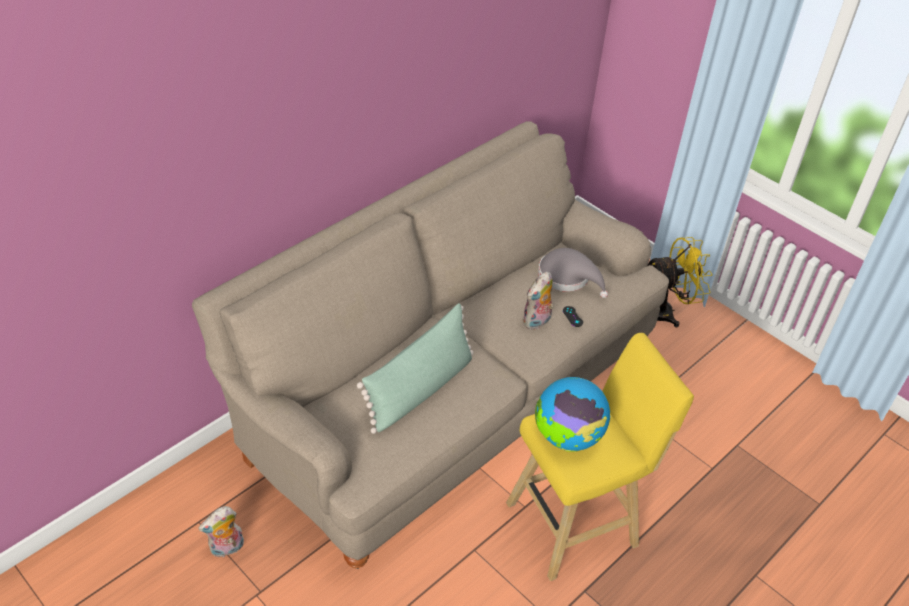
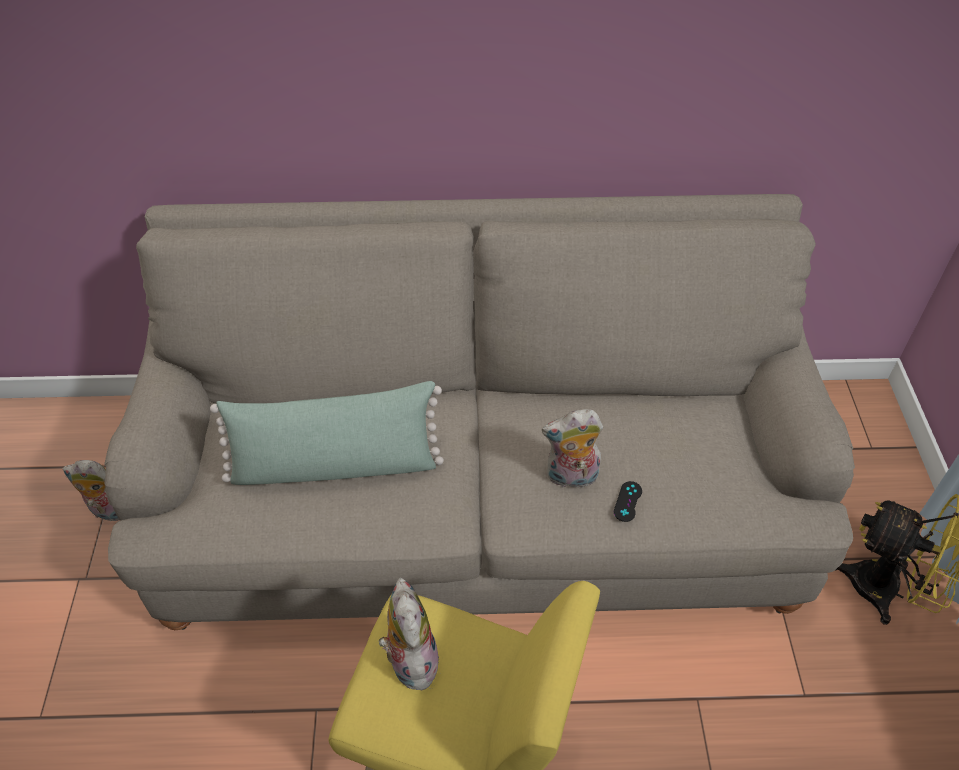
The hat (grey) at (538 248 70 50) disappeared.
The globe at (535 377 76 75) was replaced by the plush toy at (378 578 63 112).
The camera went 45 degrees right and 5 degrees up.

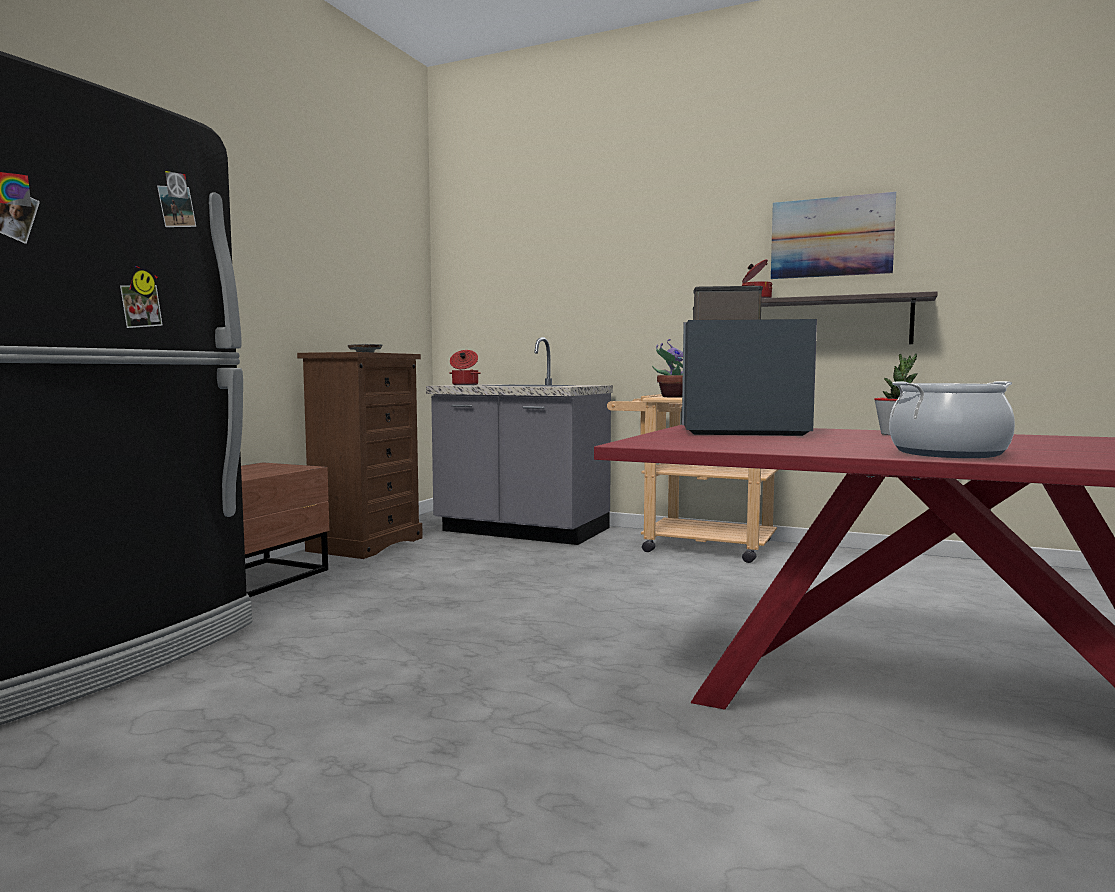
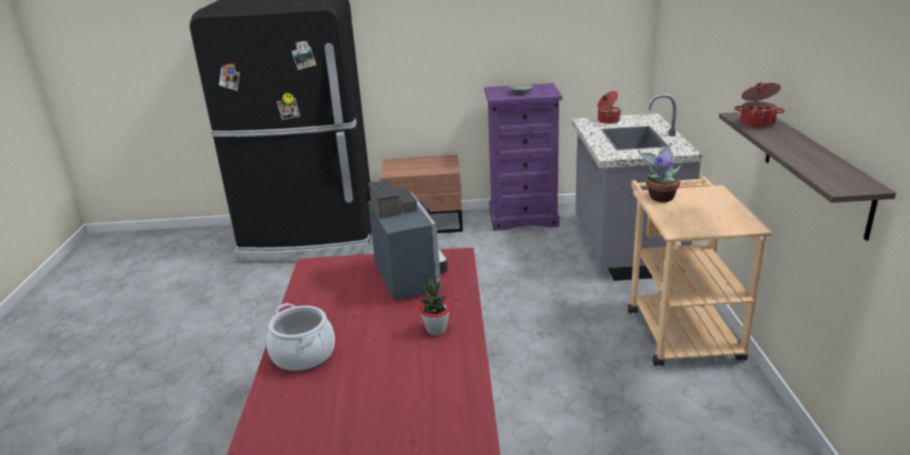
The picture at (771 192 125 87) disappeared.
The dresser (brown) at (297 352 126 207) became the dresser (purple) at (484 83 78 148).
The camera went 65 degrees right and 20 degrees up.

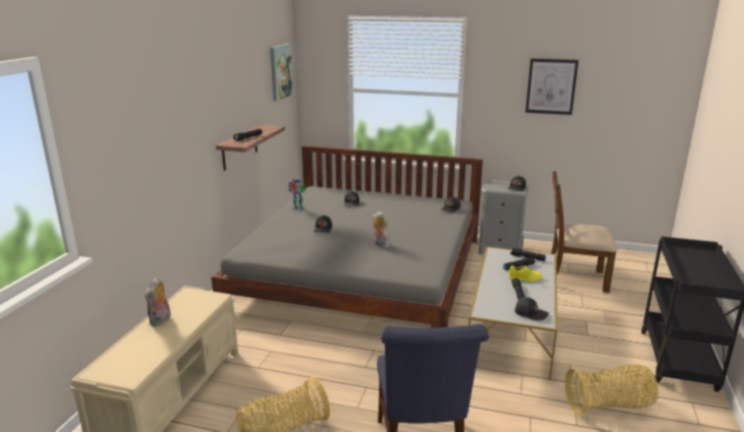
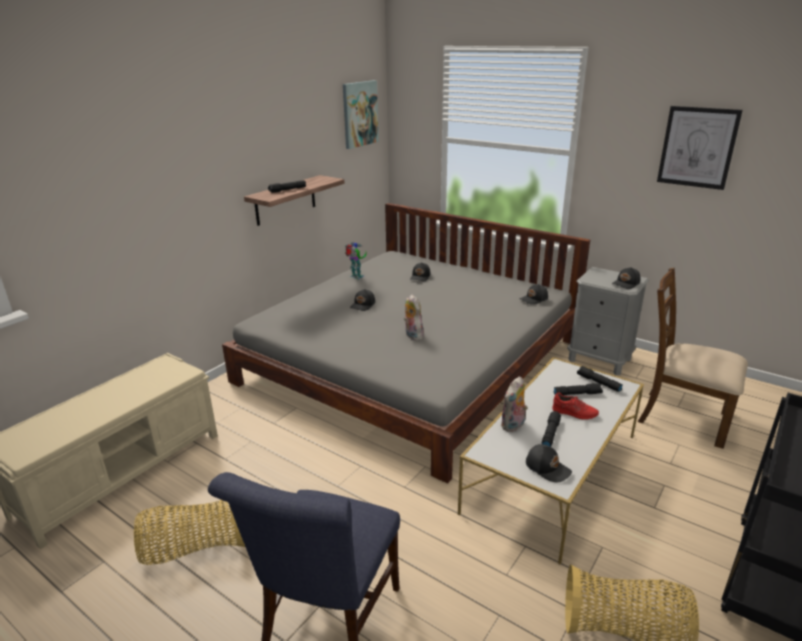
The shoe (yellow) at (509 265 33 17) became the shoe (red) at (552 392 47 28).
The plush toy moved from (144 277 27 49) to (501 376 27 56).
The camera went 20 degrees right and 5 degrees up.

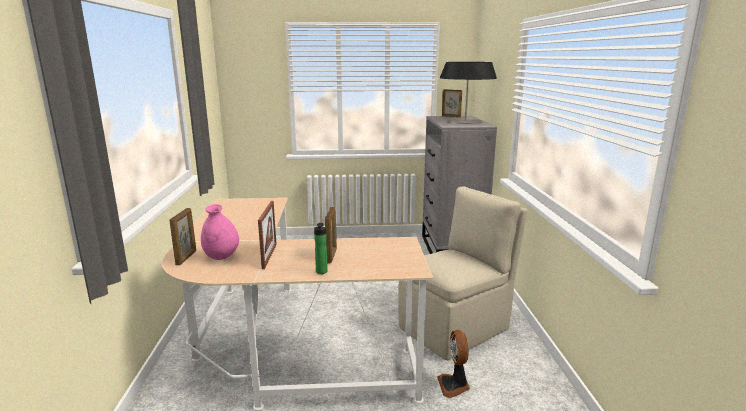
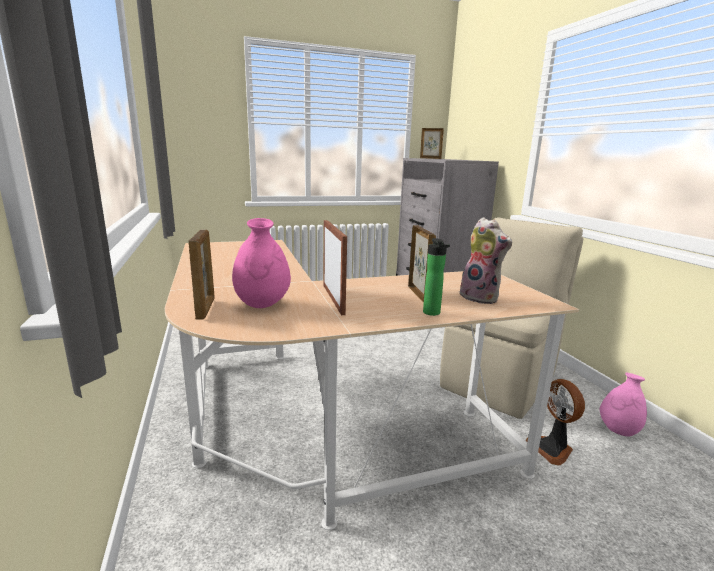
The table lamp at (440 62 57 62) disappeared.
The plush toy at (460 217 52 87) appeared.
The vase (pink) at (600 373 47 64) appeared.
The camera went 15 degrees left and 0 degrees up.

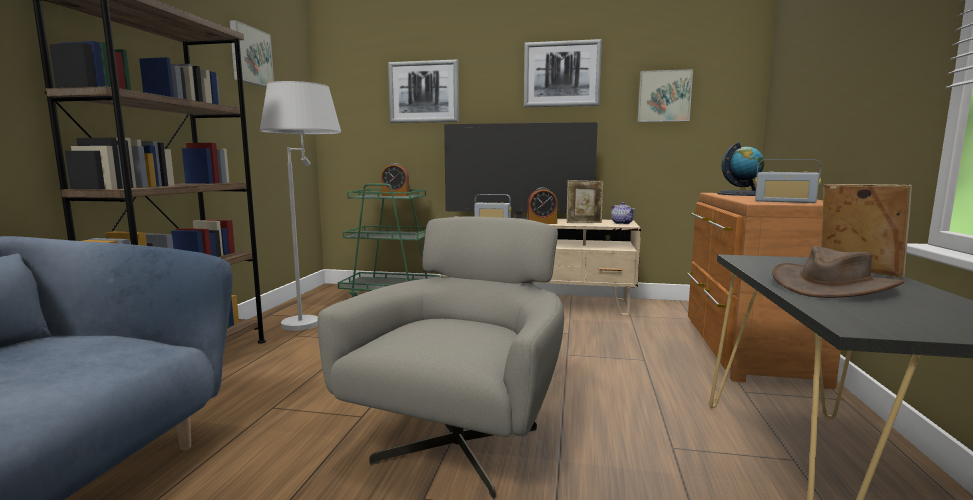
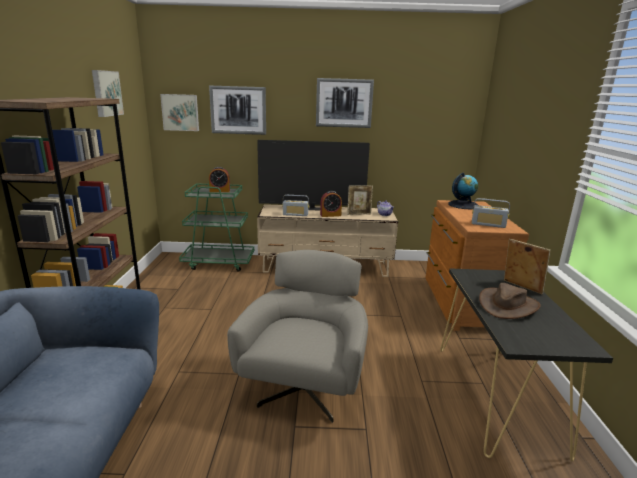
The picture moved from (637 69 56 53) to (160 94 39 37).
The floor lamp (white) at (260 81 81 250) disappeared.
The camera went 10 degrees left and 10 degrees up.

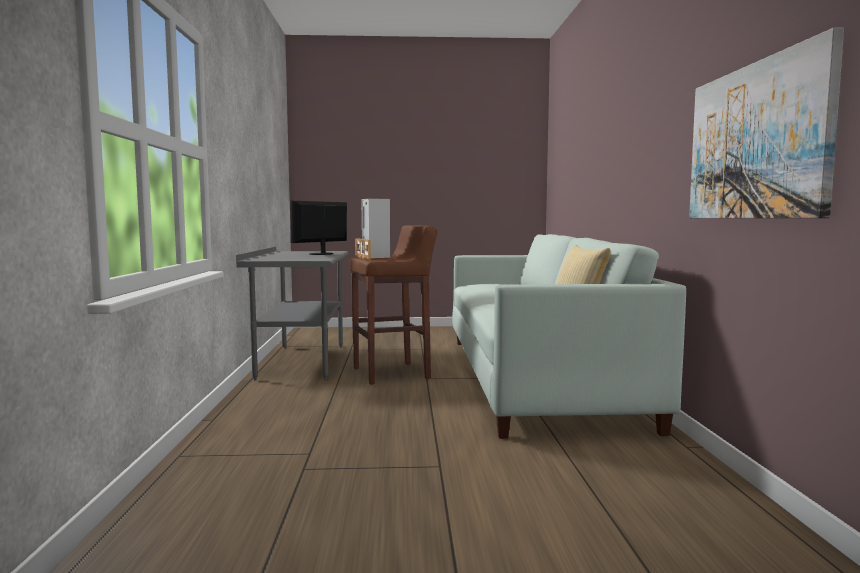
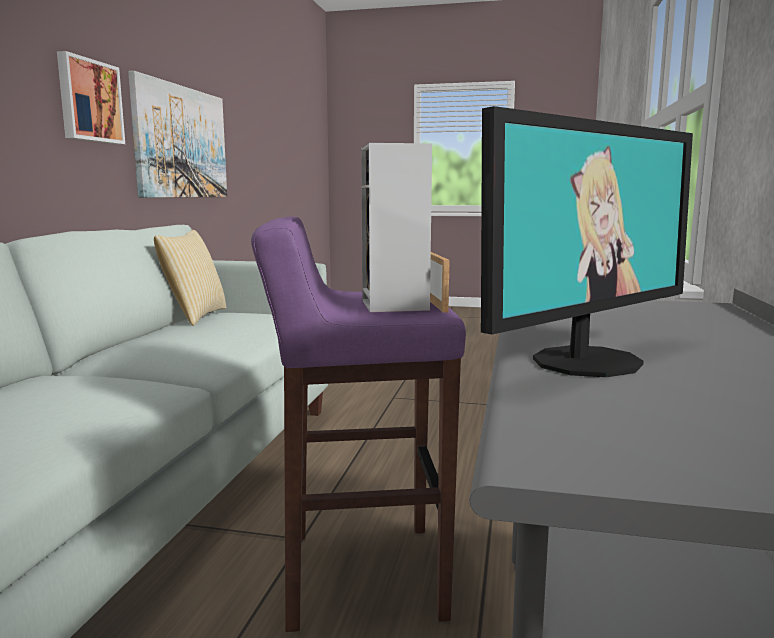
The stool (brown) at (349 225 88 160) became the stool (purple) at (251 217 215 415).
The picture at (57 51 68 93) appeared.
The camera went 165 degrees left and 5 degrees up.

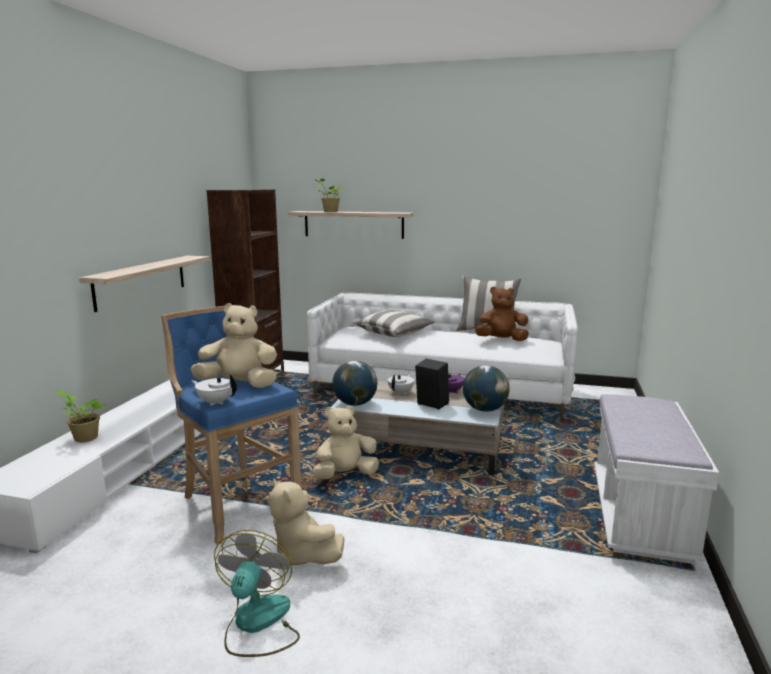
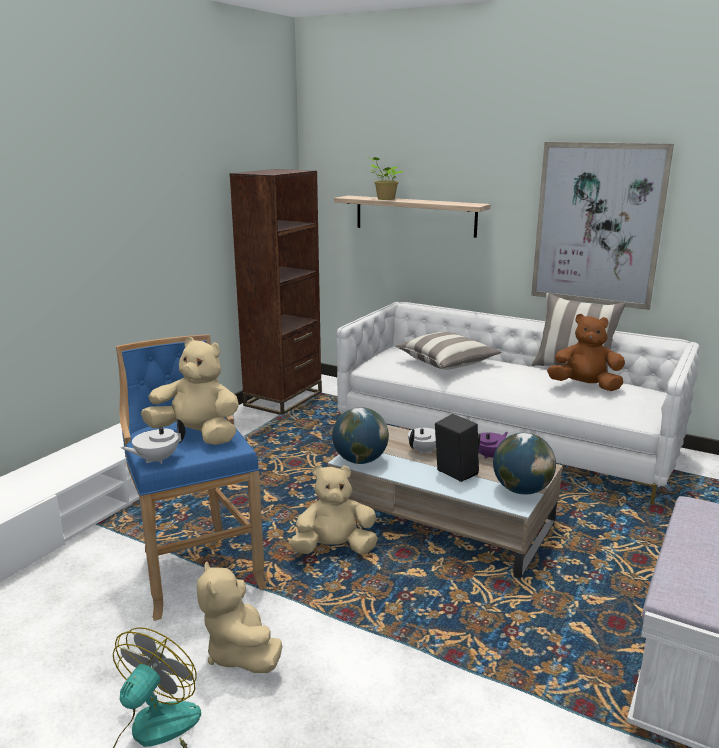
The shelf at (79 256 131 56) disappeared.
The teapot (white) at (191 374 46 32) turned 75 degrees counterclockwise.
The potted plant at (56 390 50 52) disappeared.
The picture at (531 142 143 168) appeared.
The camera went 15 degrees right and 5 degrees up.

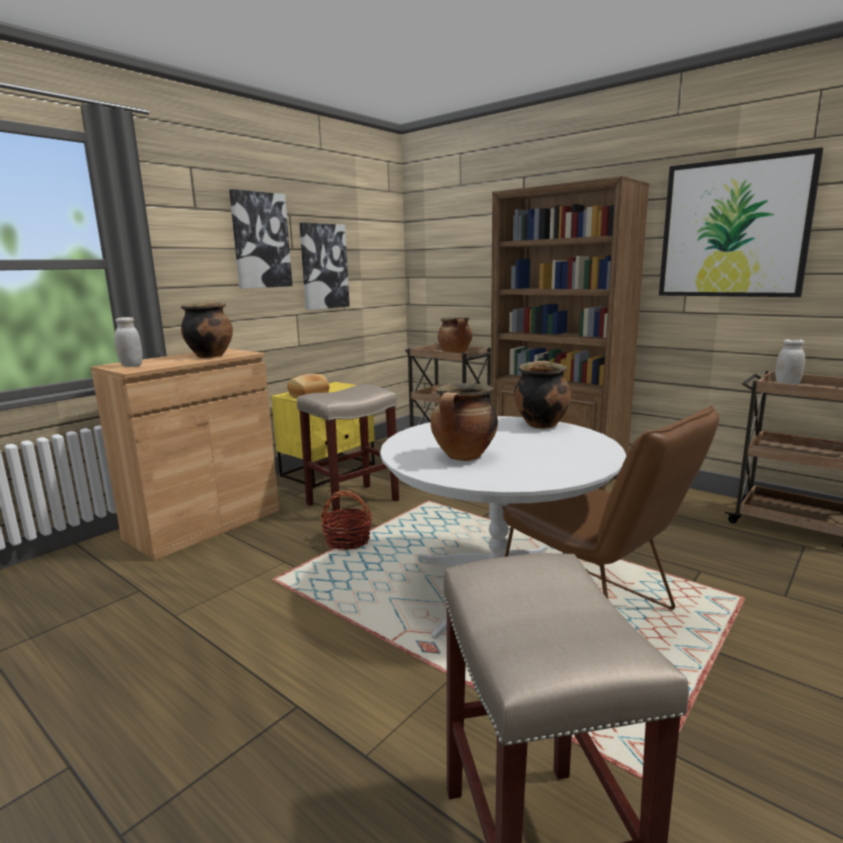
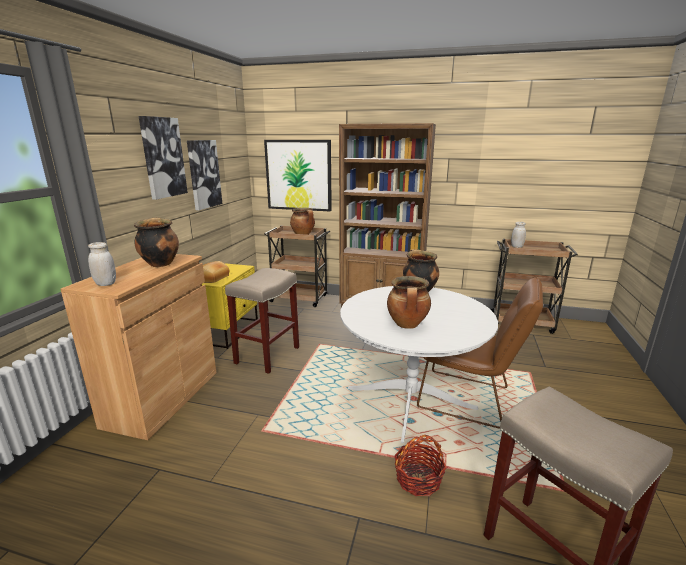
The picture moved from (659 147 164 150) to (264 140 68 72).
The basket moved from (321 490 51 60) to (395 435 51 61).
The camera went 25 degrees left and 5 degrees up.

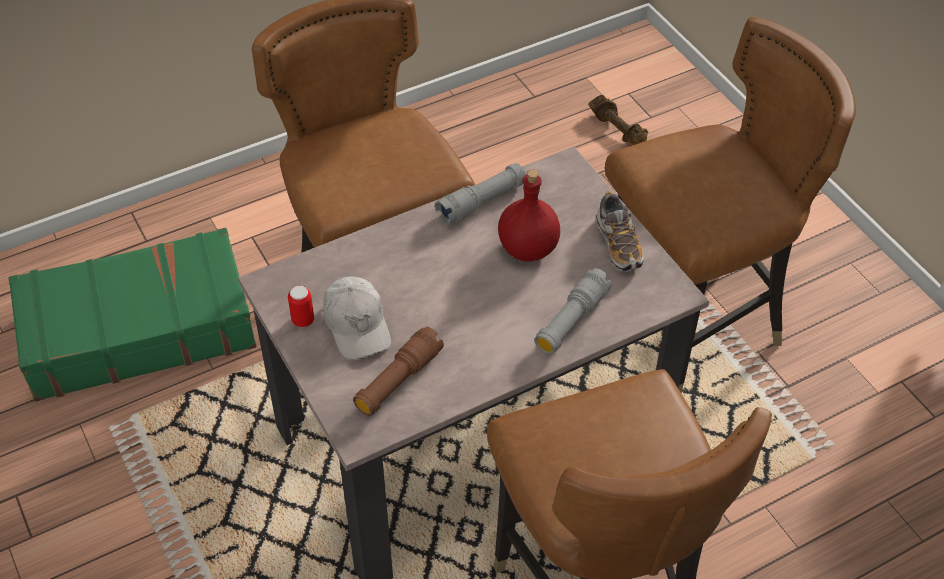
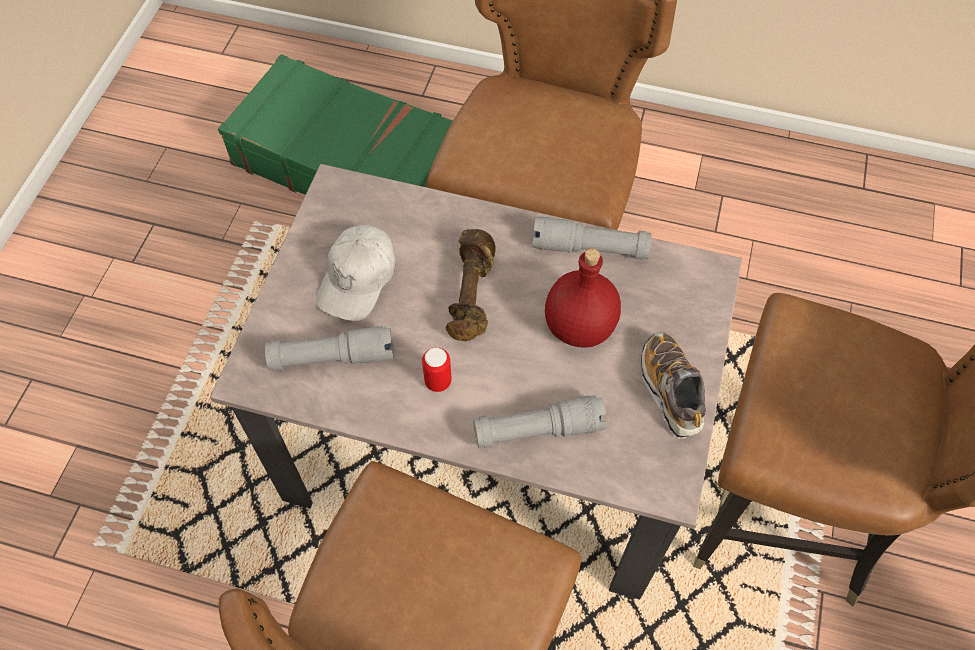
The dumbbell (brown) moved from (588 95 60 51) to (445 229 51 112).
The shoe at (596 191 48 81) turned 135 degrees clockwise.
The can moved from (288 286 26 41) to (422 347 30 45).
The flashlight (brown) at (353 327 91 89) became the flashlight (grey) at (265 326 129 45).
The camera went 45 degrees right and 10 degrees up.

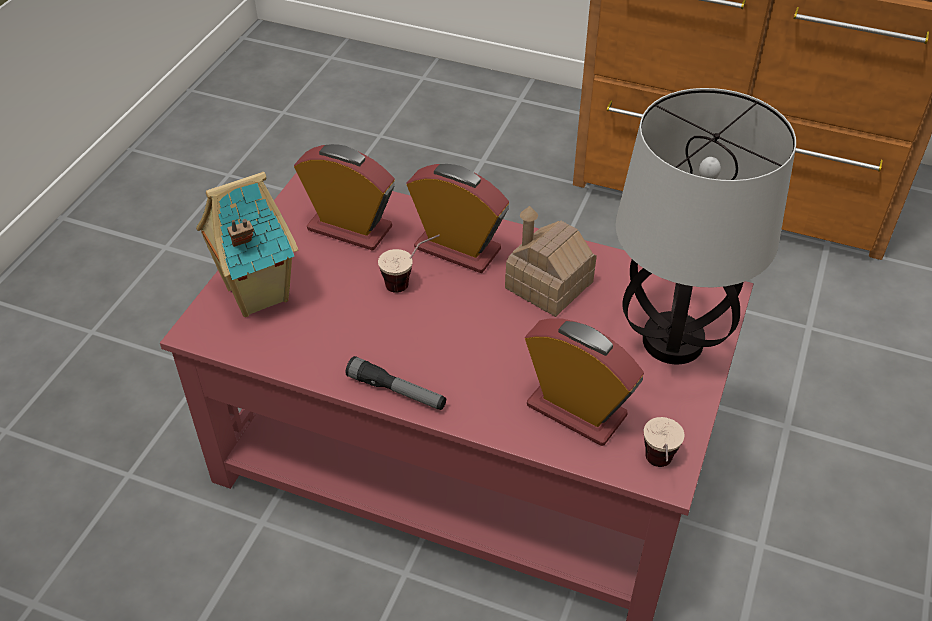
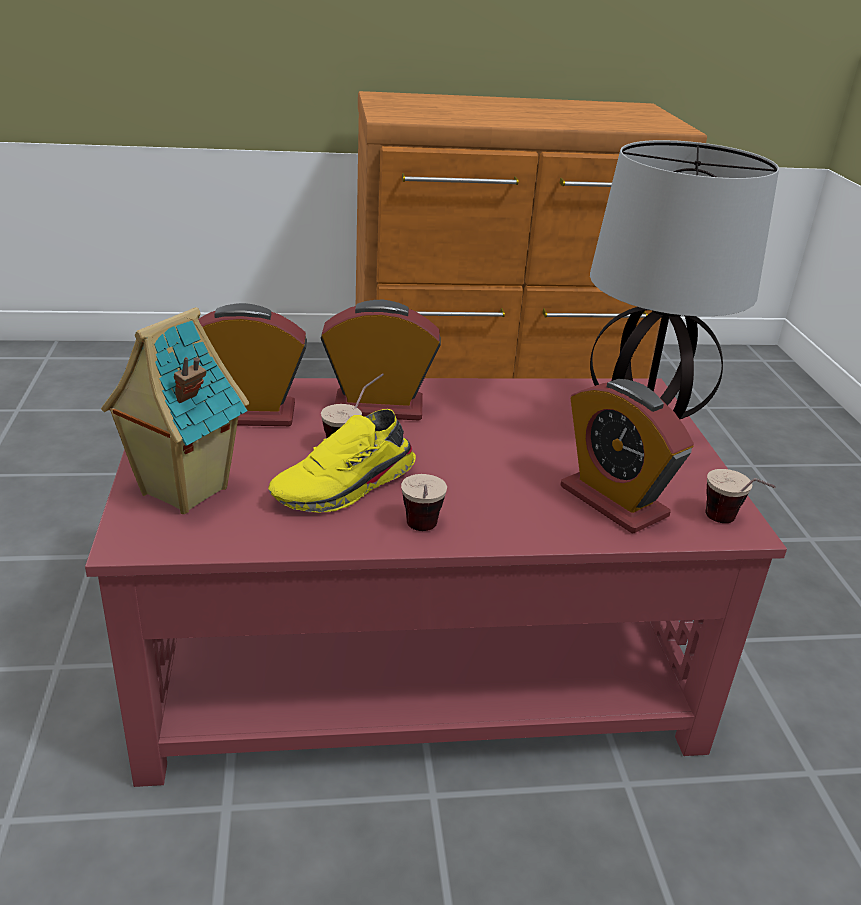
The toy house at (505 206 92 111) disappeared.
The alarm clock at (525 318 119 128) turned 135 degrees counterclockwise.
The flashlight at (346 356 100 54) was replaced by the cup at (401 474 46 57).
The shoe (yellow) at (268 409 148 104) appeared.
The camera went 30 degrees left and 15 degrees down.

